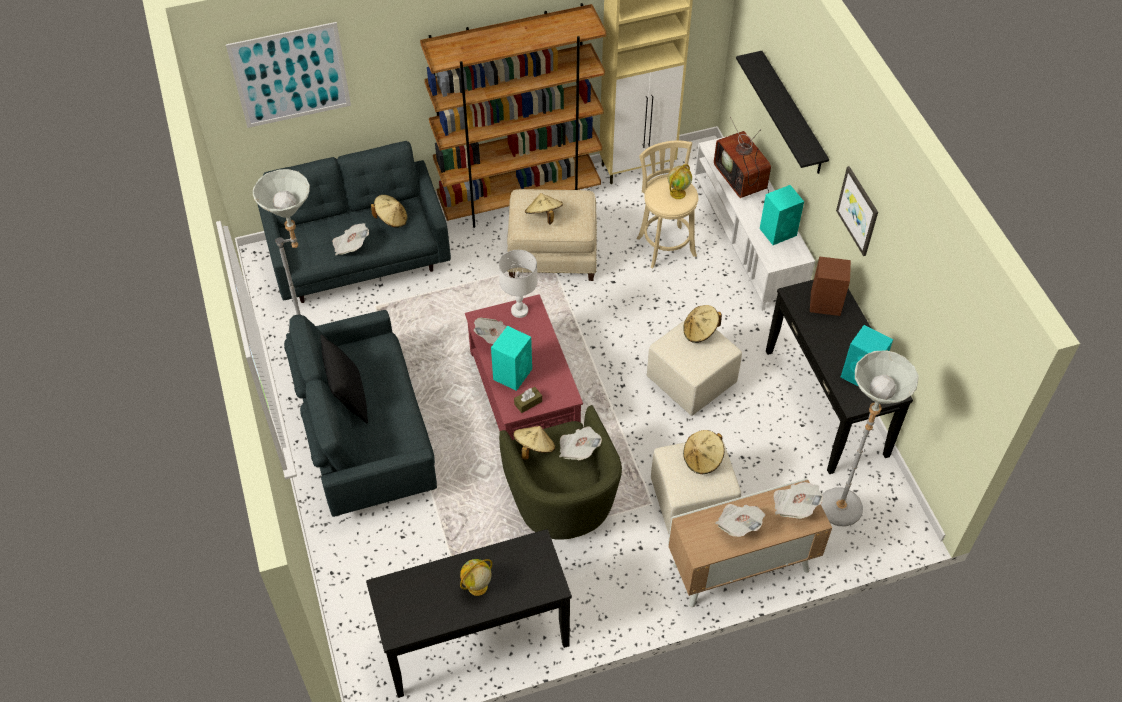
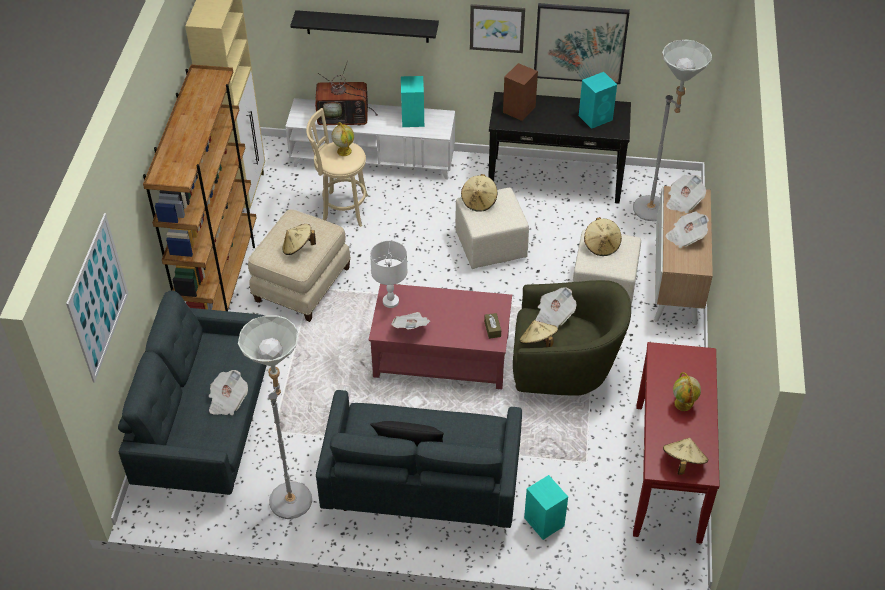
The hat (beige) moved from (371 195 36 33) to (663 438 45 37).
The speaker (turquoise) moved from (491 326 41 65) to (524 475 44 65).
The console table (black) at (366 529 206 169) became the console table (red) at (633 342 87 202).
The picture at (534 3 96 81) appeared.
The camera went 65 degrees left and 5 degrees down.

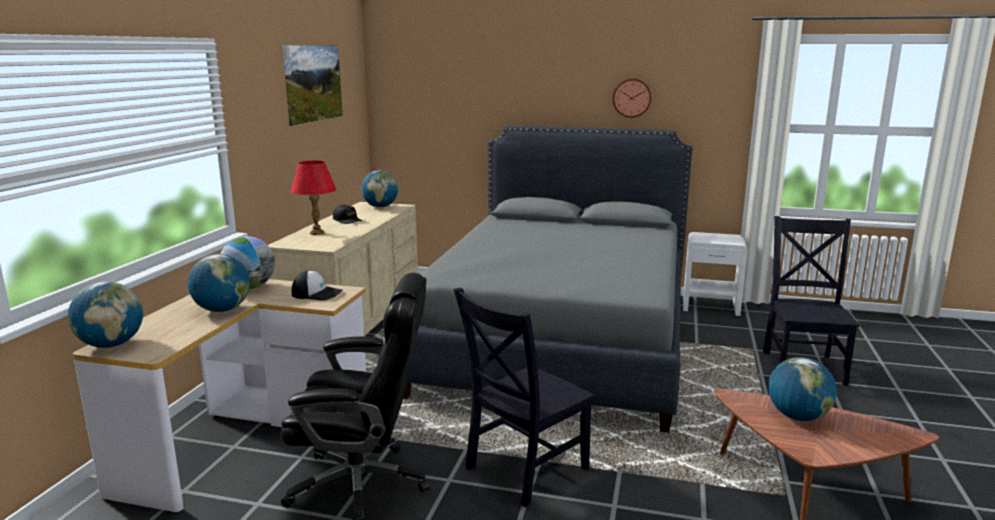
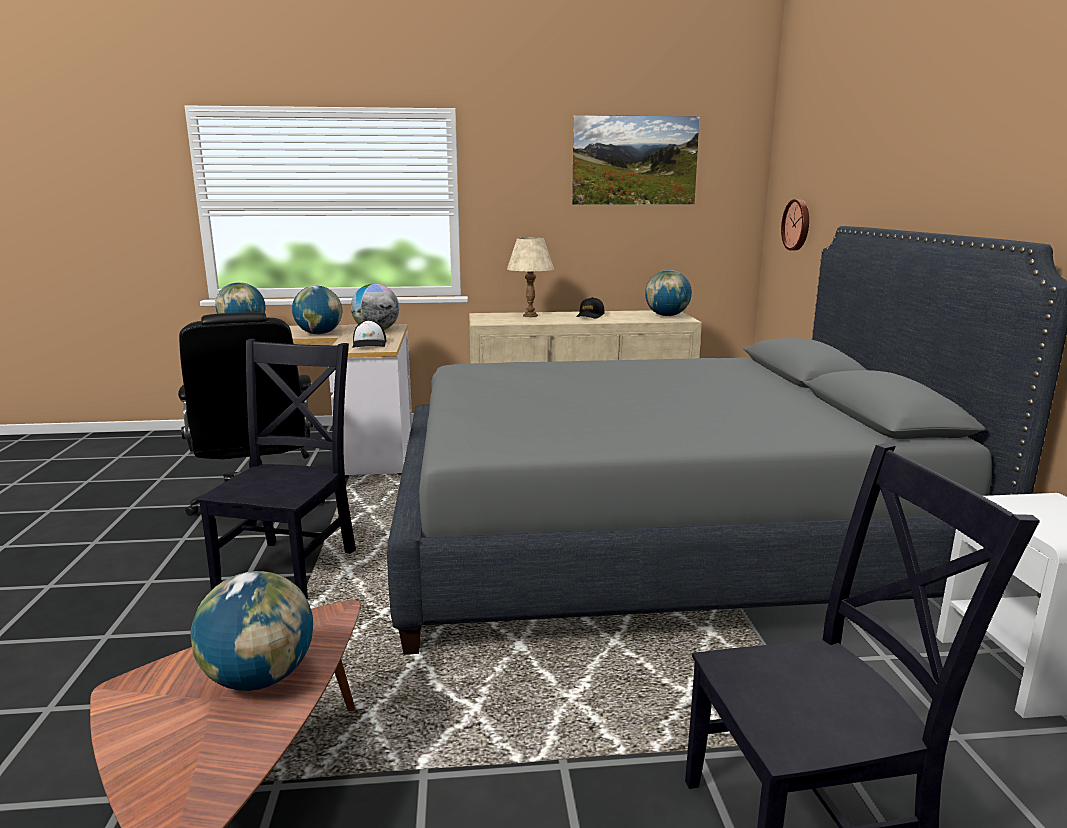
The wall clock moved from (613 78 39 40) to (781 199 28 51).
The table lamp (red) at (291 161 46 74) became the table lamp (beige) at (507 238 47 79).
The chair (black) at (453 288 141 219) turned 75 degrees clockwise.
The camera went 70 degrees right and 0 degrees up.

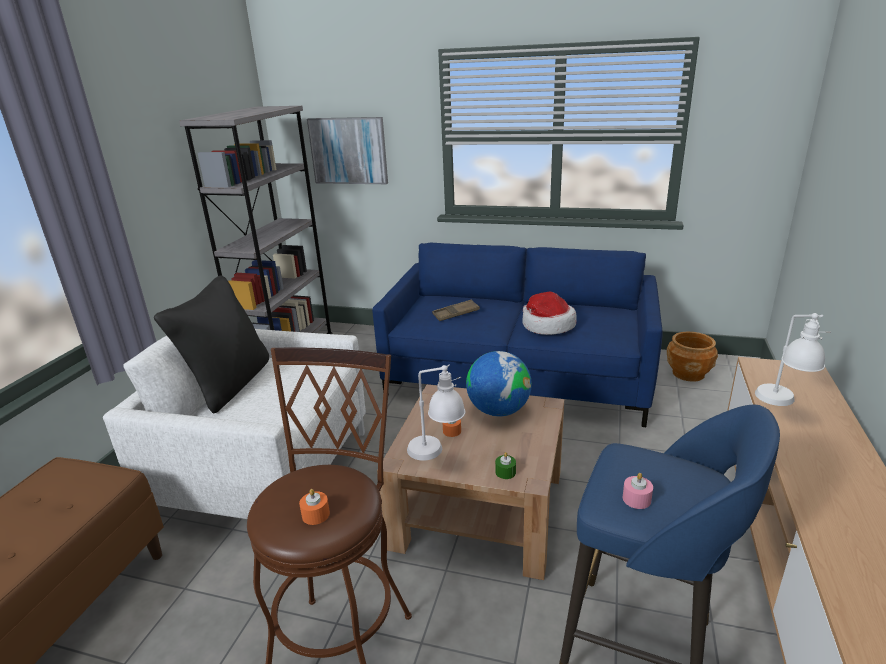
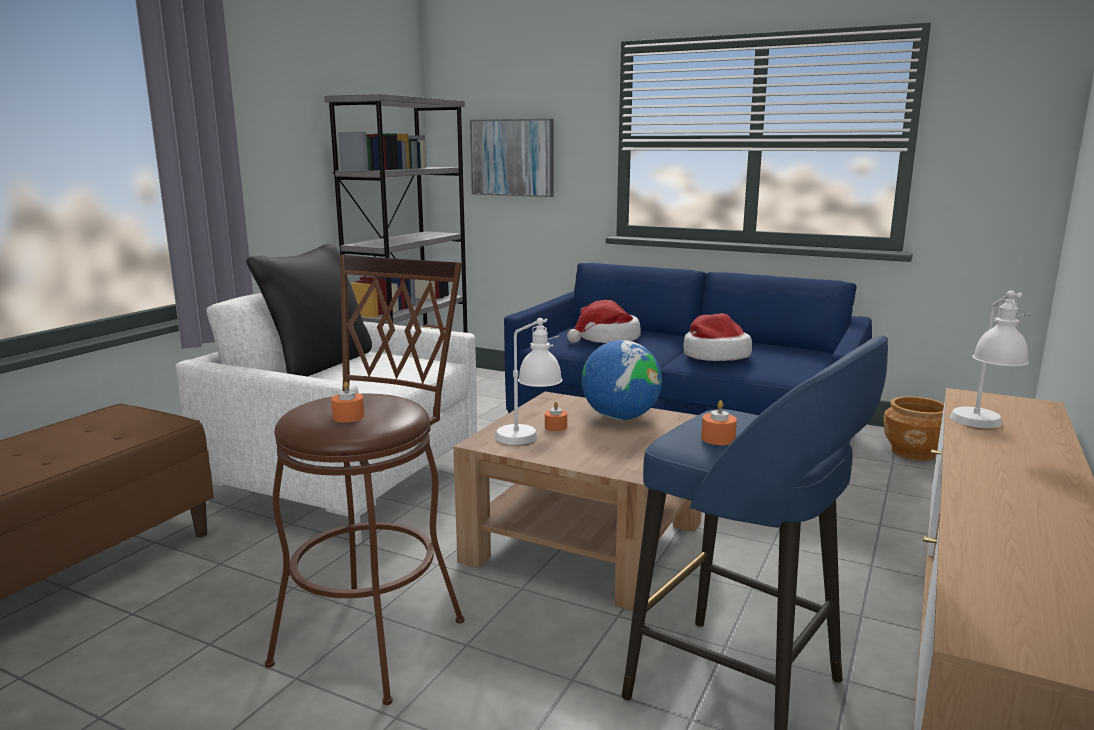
The tray (brown) at (432 299 48 22) was replaced by the hat at (567 300 74 43).
The candle (green) at (495 452 21 27) disappeared.
The candle (pink) at (623 473 30 36) became the candle (orange) at (701 401 36 44).
The camera went 10 degrees right and 10 degrees down.

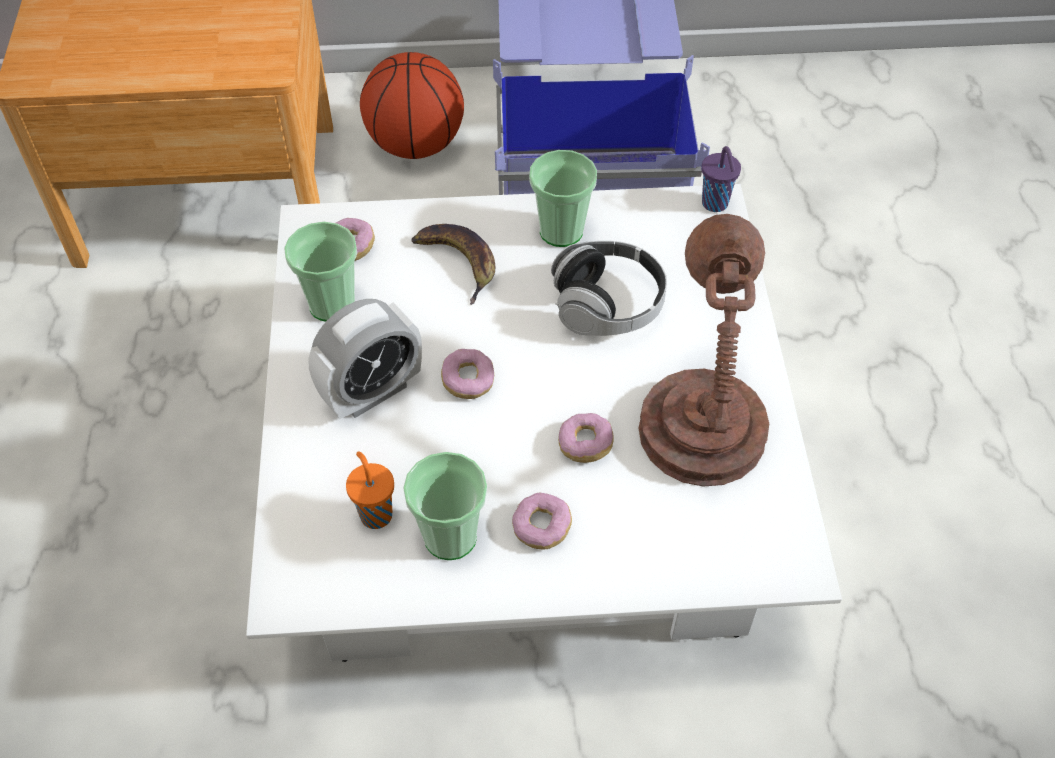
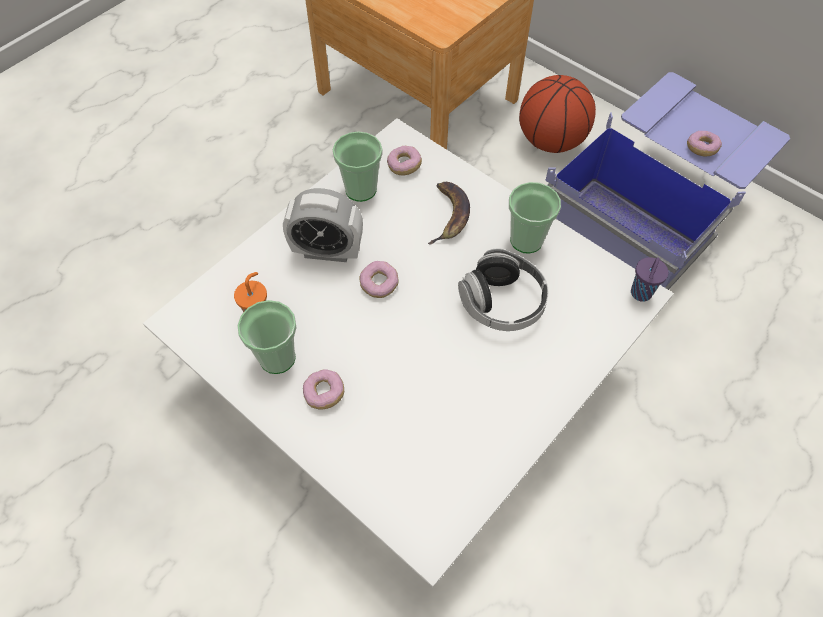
The table lamp (brown) at (638 214 131 273) disappeared.
The donut moved from (558 413 56 50) to (687 131 35 26).
The camera went 45 degrees right and 5 degrees up.

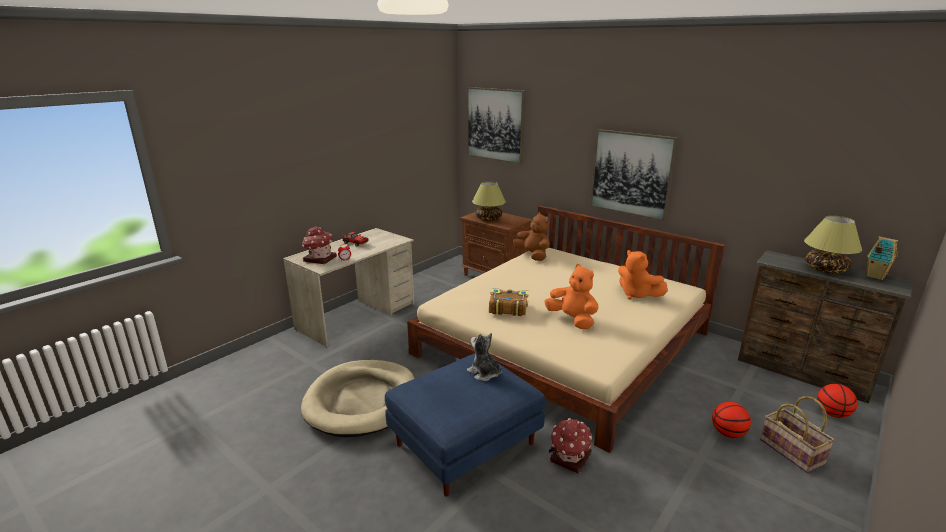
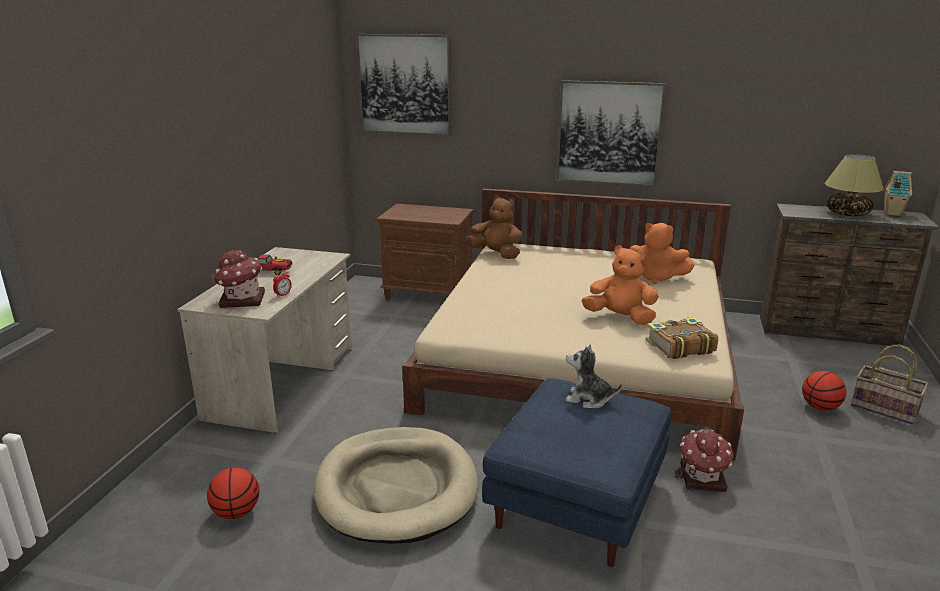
The table lamp at (472 182 34 39) disappeared.
The book moved from (489 288 40 28) to (646 317 72 42).
The basketball moved from (817 384 41 34) to (207 467 52 52).
The camera went 25 degrees left and 0 degrees up.

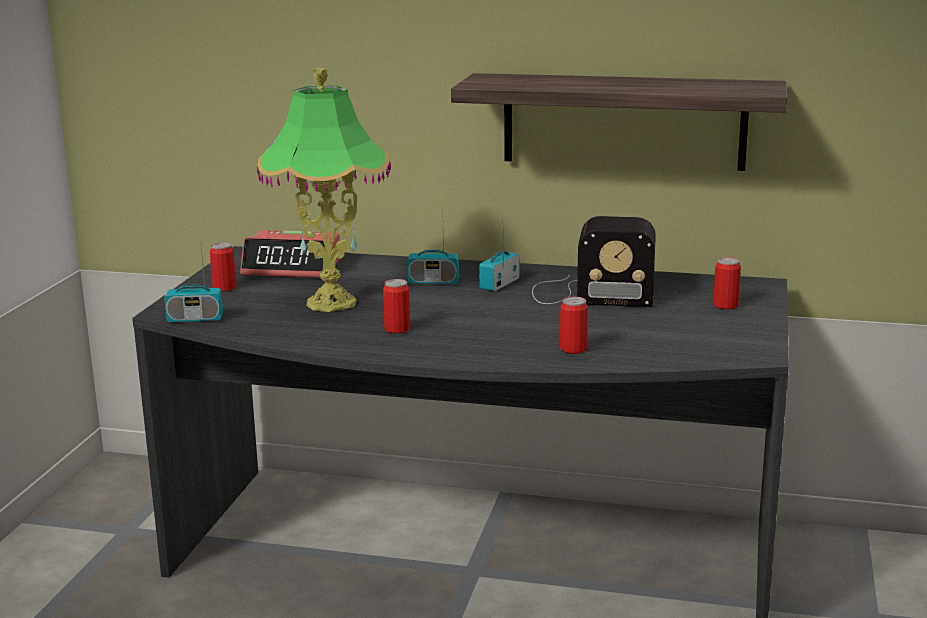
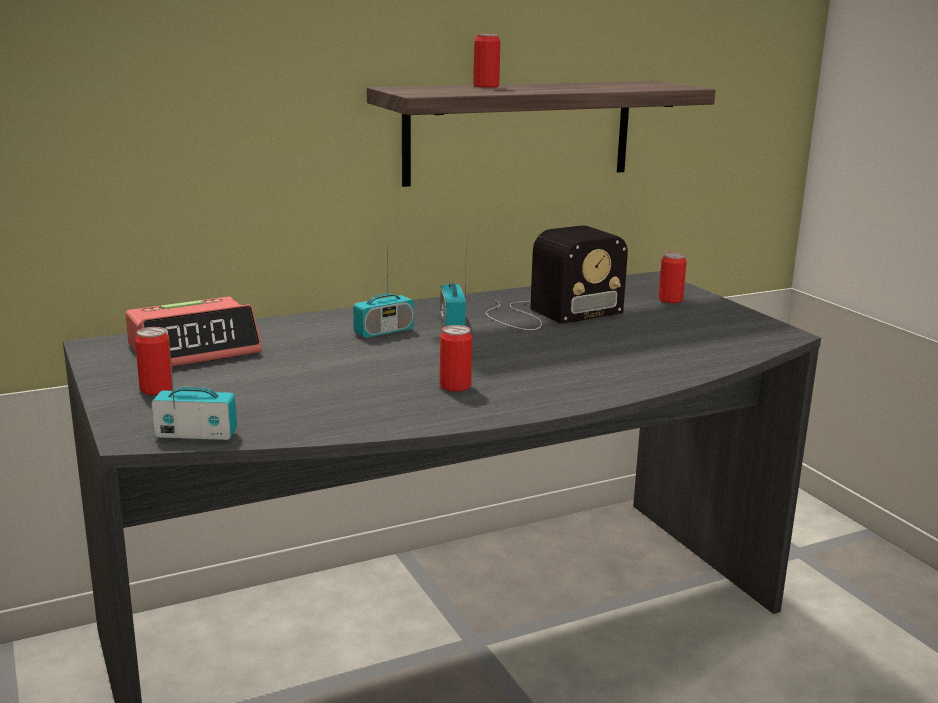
The table lamp at (257 68 134 244) disappeared.
The radio at (164 247 59 75) turned 135 degrees counterclockwise.
The can moved from (560 297 28 57) to (473 34 27 54).
The camera went 40 degrees left and 0 degrees up.

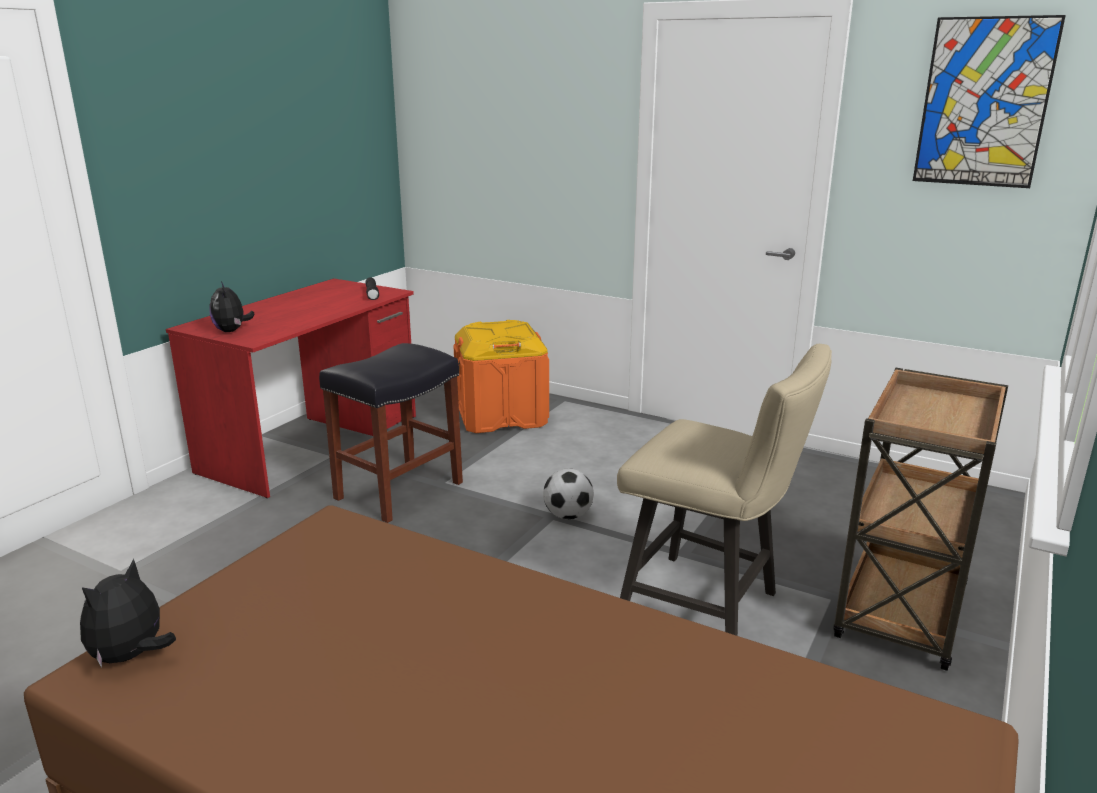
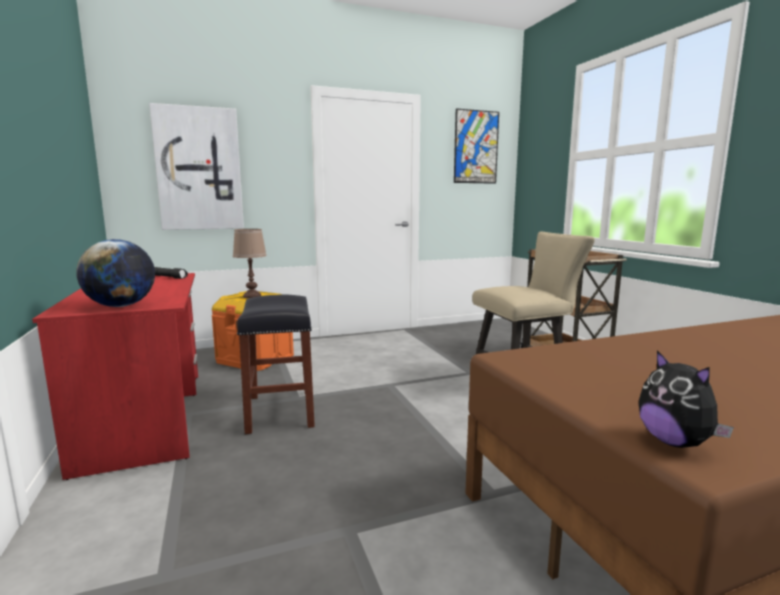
The plush toy at (210 281 45 51) was replaced by the globe at (76 239 79 68).
The football at (543 469 51 50) disappeared.
The picture at (149 103 95 127) appeared.
The table lamp (brown) at (233 229 34 69) appeared.
The camera went 50 degrees left and 10 degrees down.

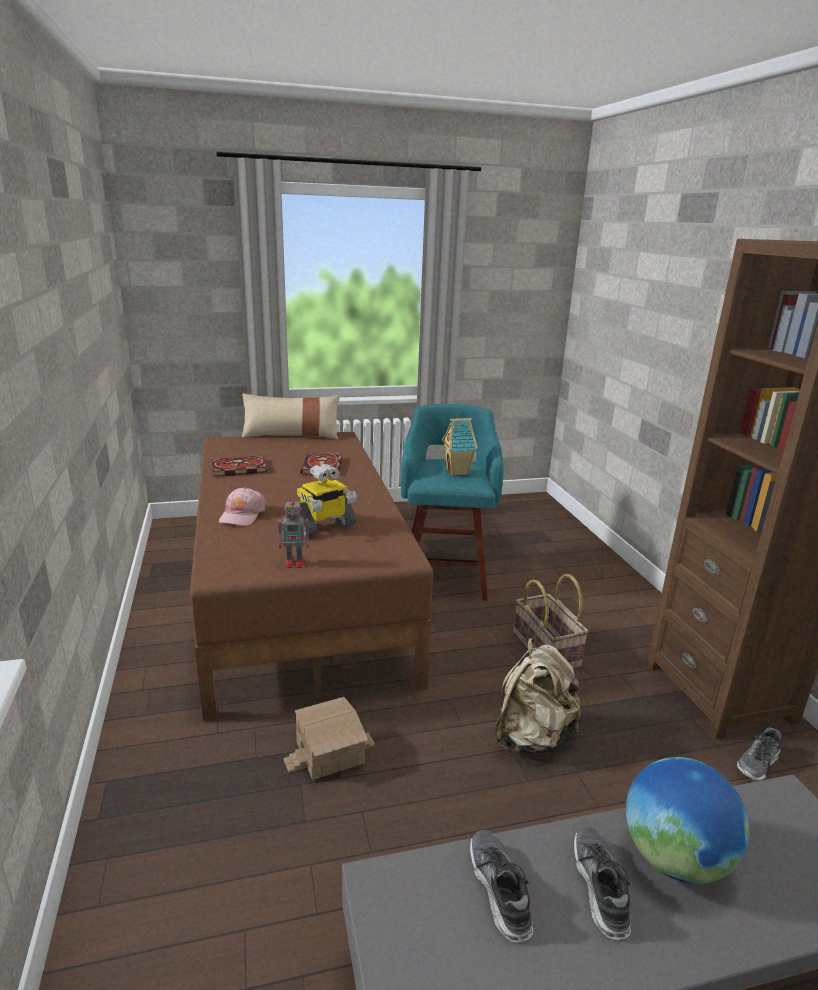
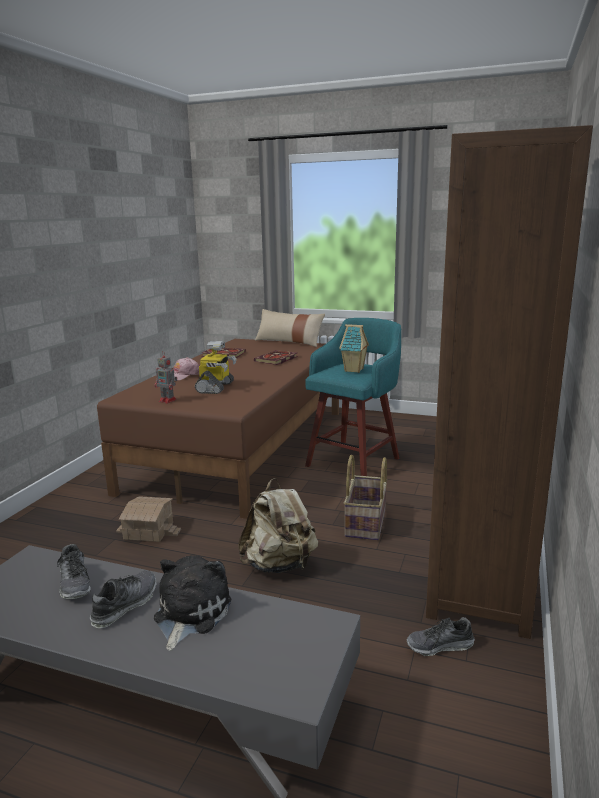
The toy robot at (297 464 60 73) turned 75 degrees counterclockwise.
The globe at (626 757 123 127) was replaced by the plush toy at (154 555 78 96).
The shoe at (470 830 63 112) turned 135 degrees clockwise.
The camera went 35 degrees right and 5 degrees down.

